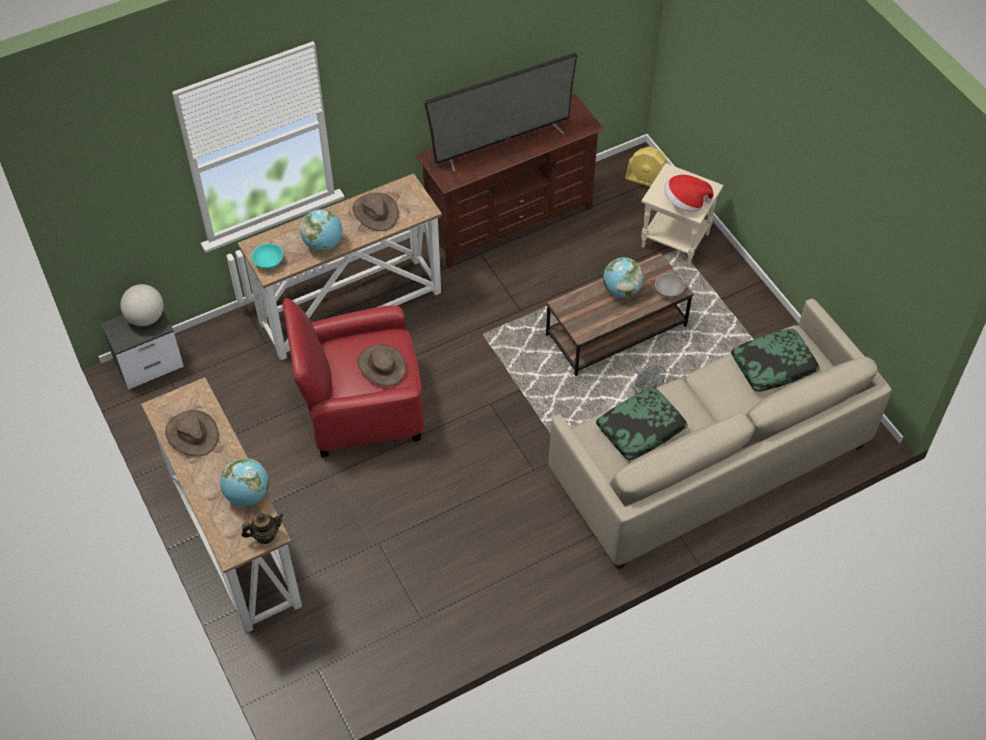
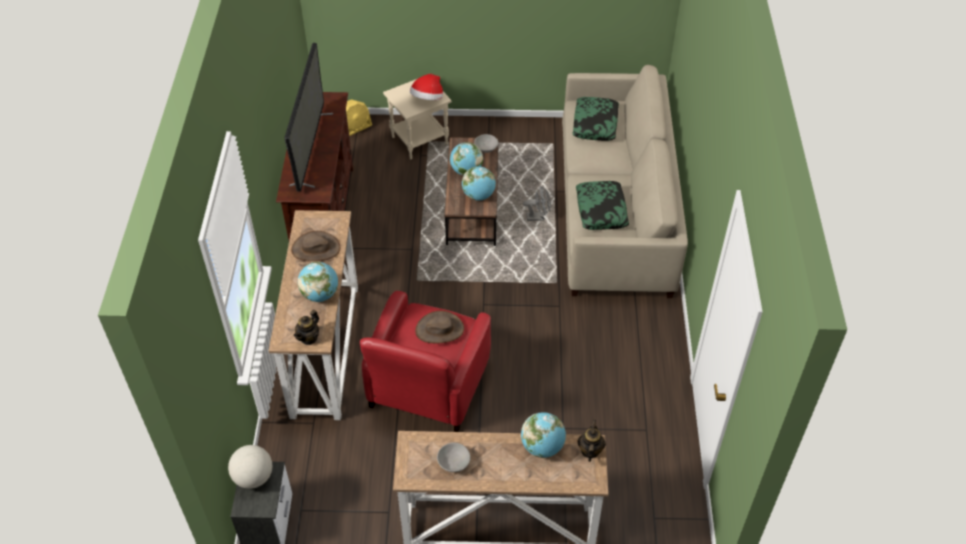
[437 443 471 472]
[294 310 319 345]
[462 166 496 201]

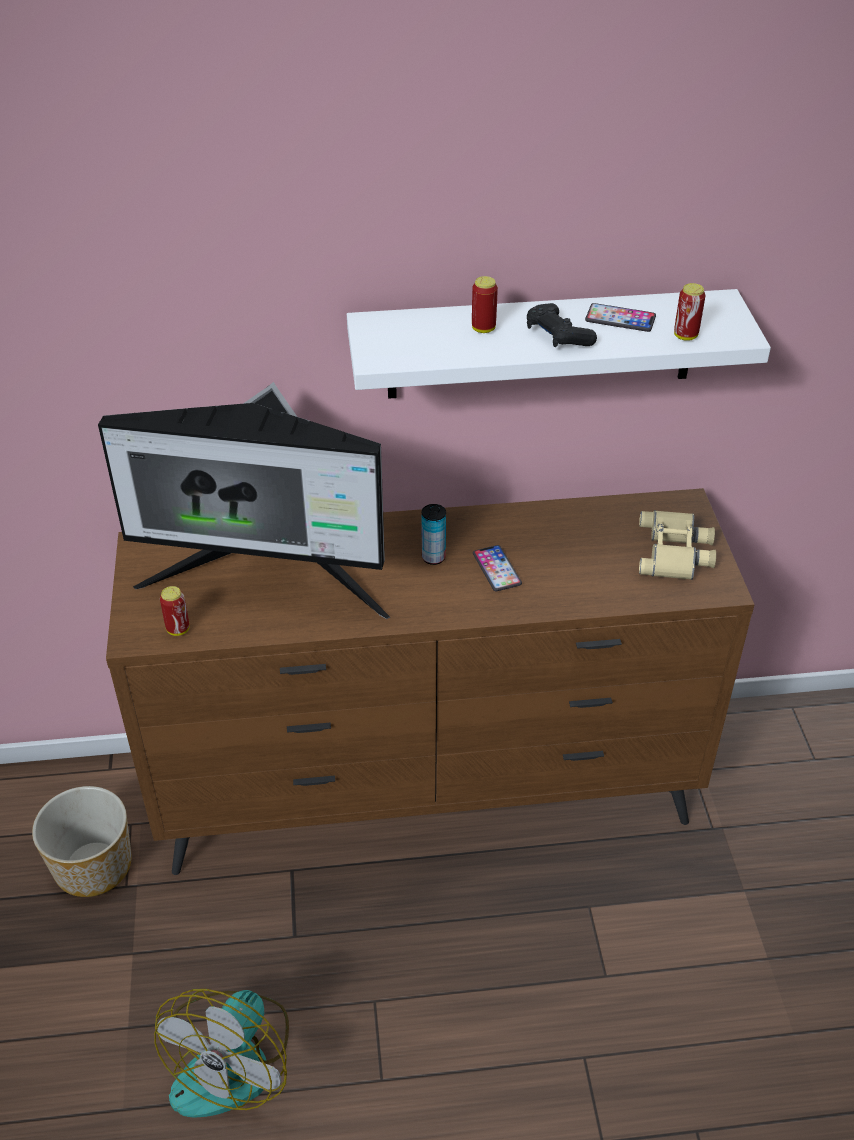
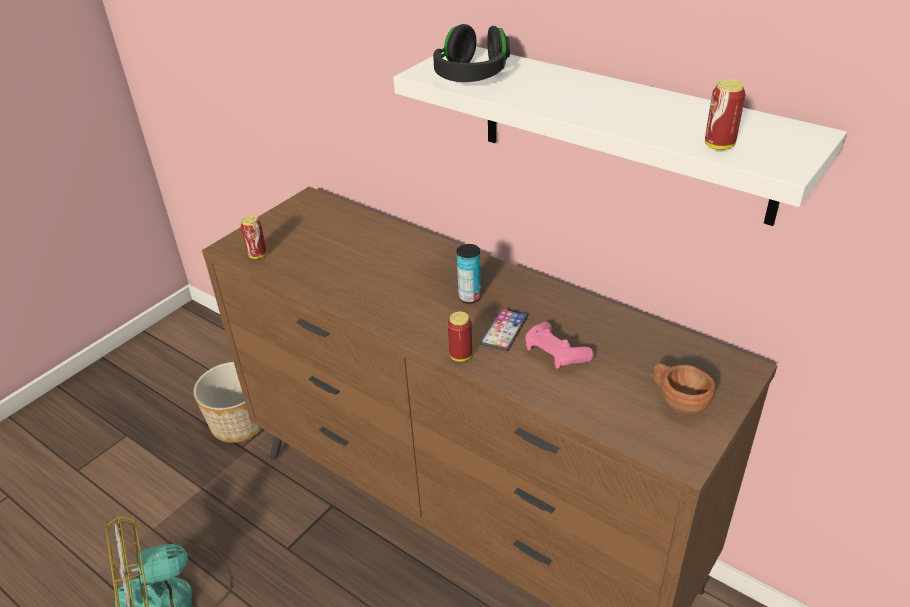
[98 382 390 619] (first image)
[448 312 472 362]
[527 303 597 347] (first image)
[585 303 656 332] (first image)
[653 363 716 415]
[433 24 510 82]
[525 322 594 369]

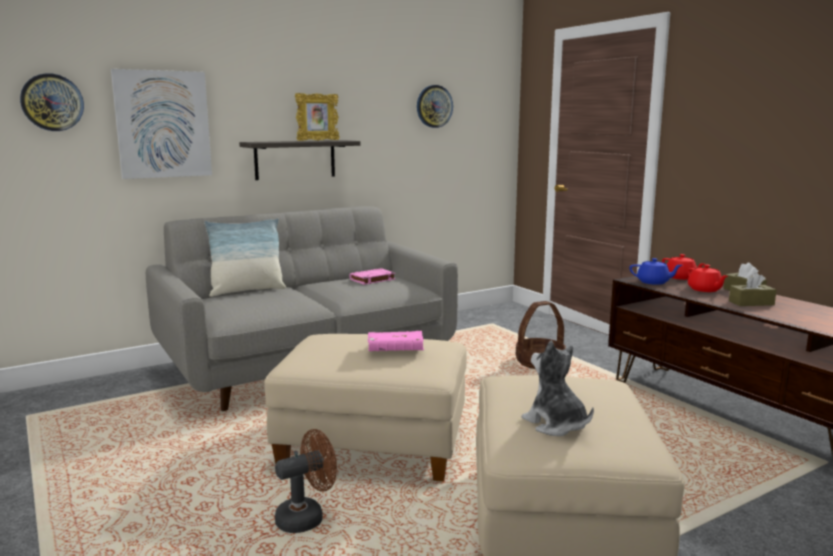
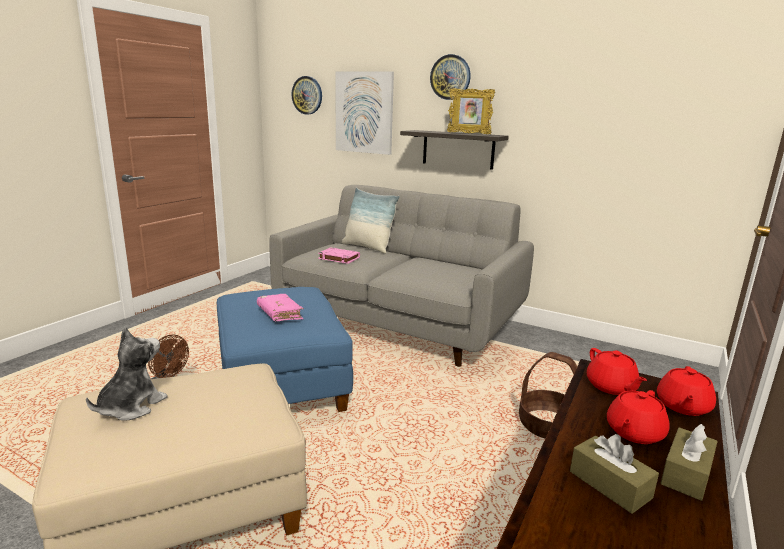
[217 287 353 412]
[318 247 360 264]
[430 54 471 100]
[587 348 647 395]

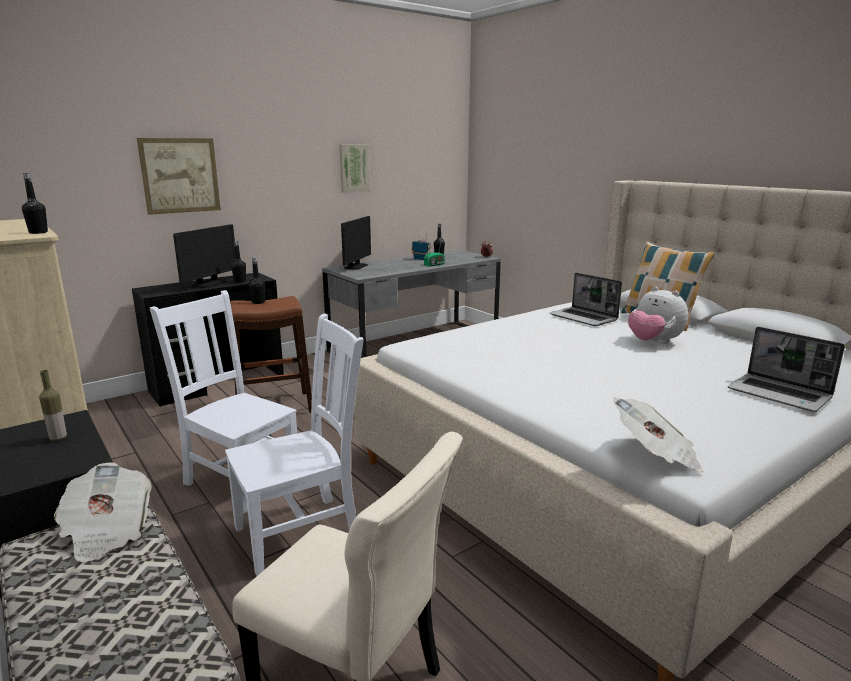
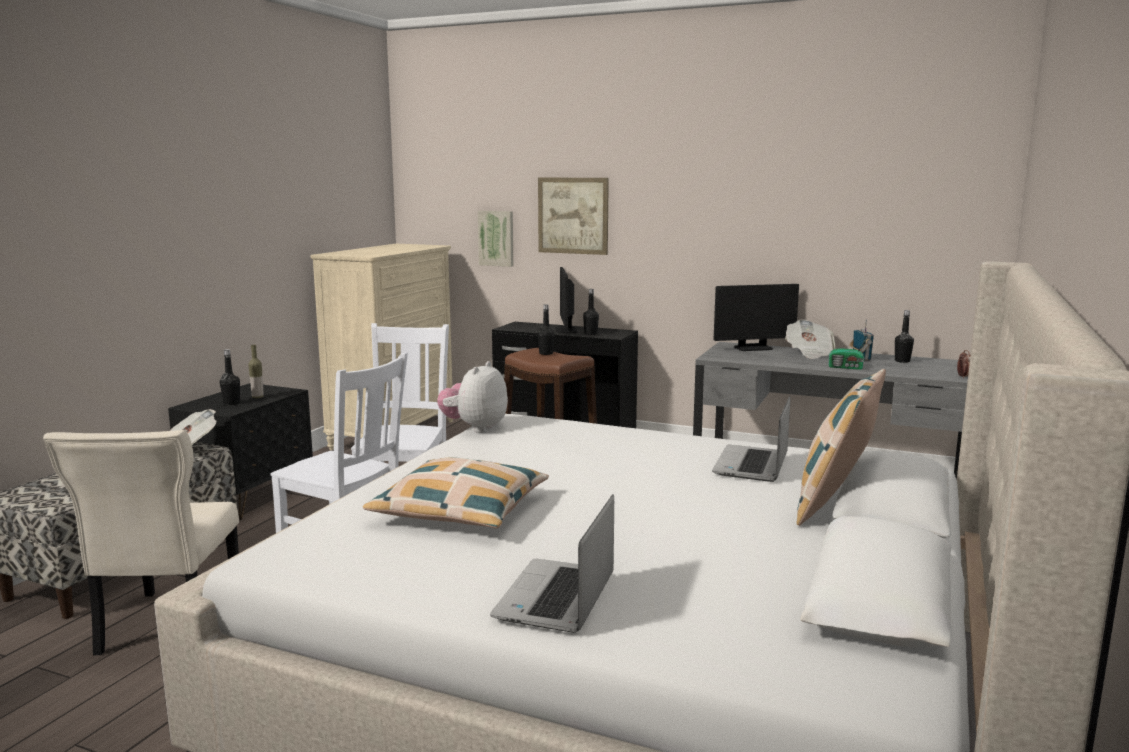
[220 349 240 405]
[555 267 578 333]
[478 211 513 267]
[785 319 836 359]
[437 361 508 433]
[363 457 549 528]

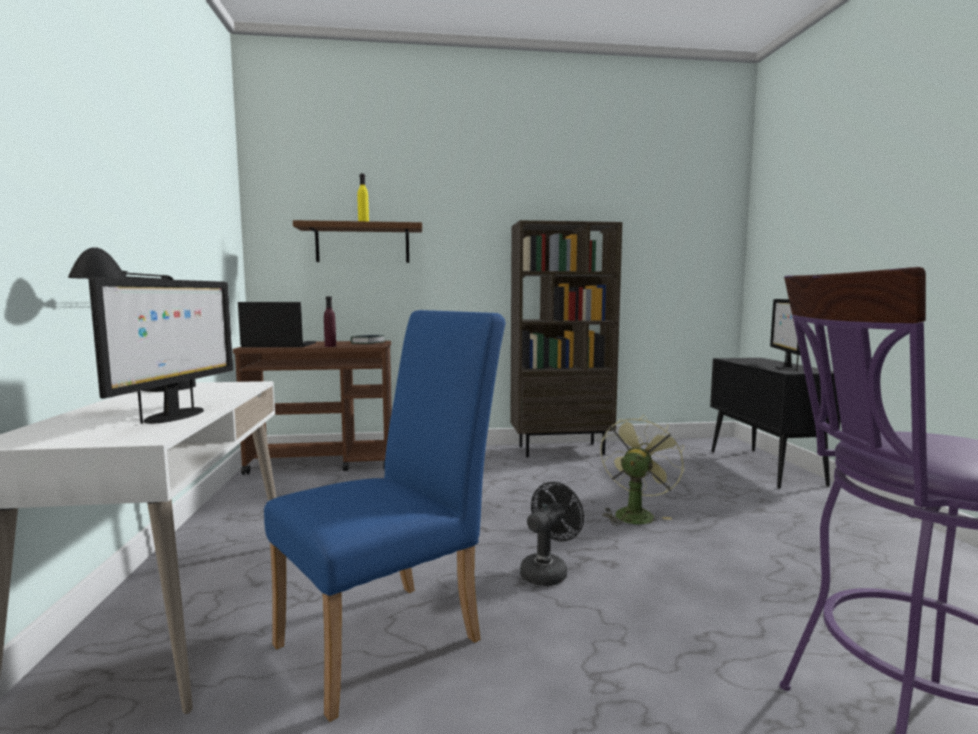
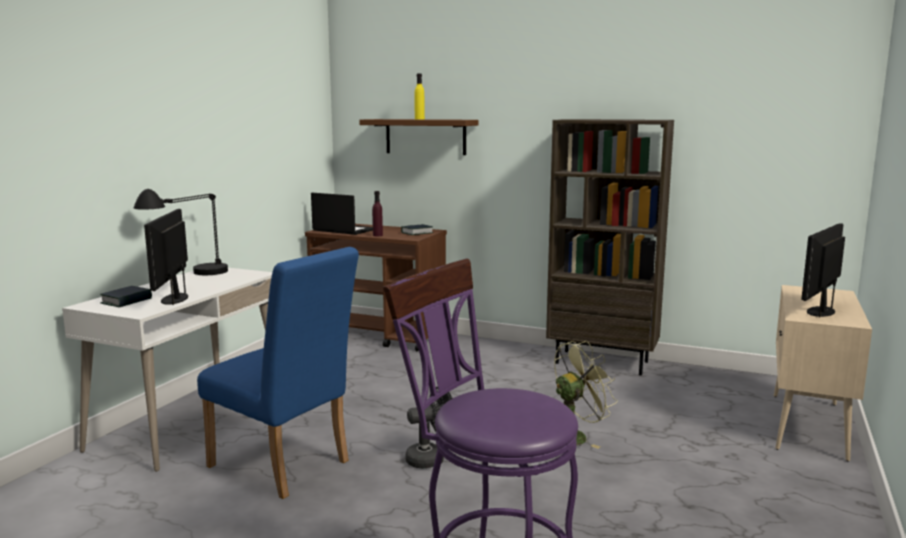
[144 209 188 305]
[197 247 359 499]
[774 285 872 462]
[100 286 152 307]

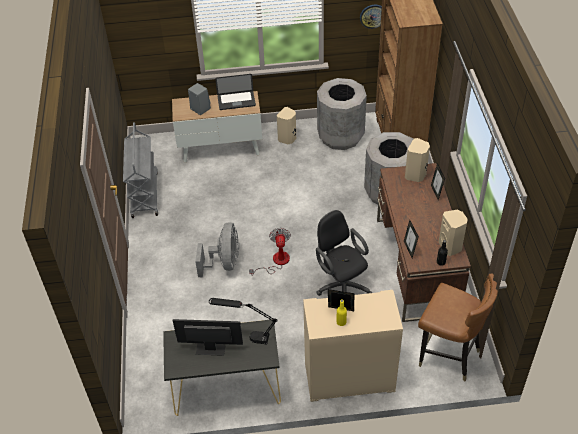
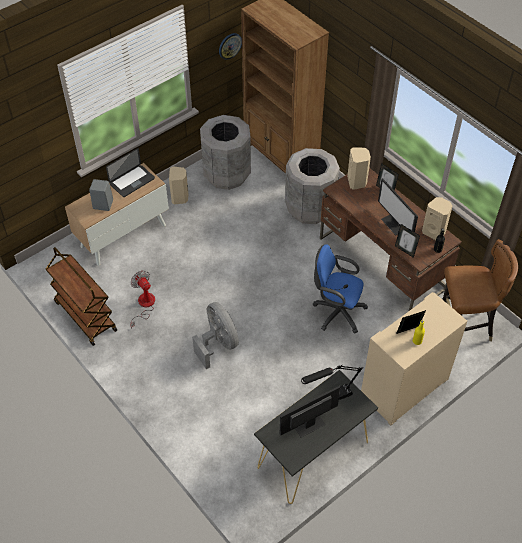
[46 247 117 346]
[130 271 155 329]
[312 244 368 334]
[378 178 418 235]

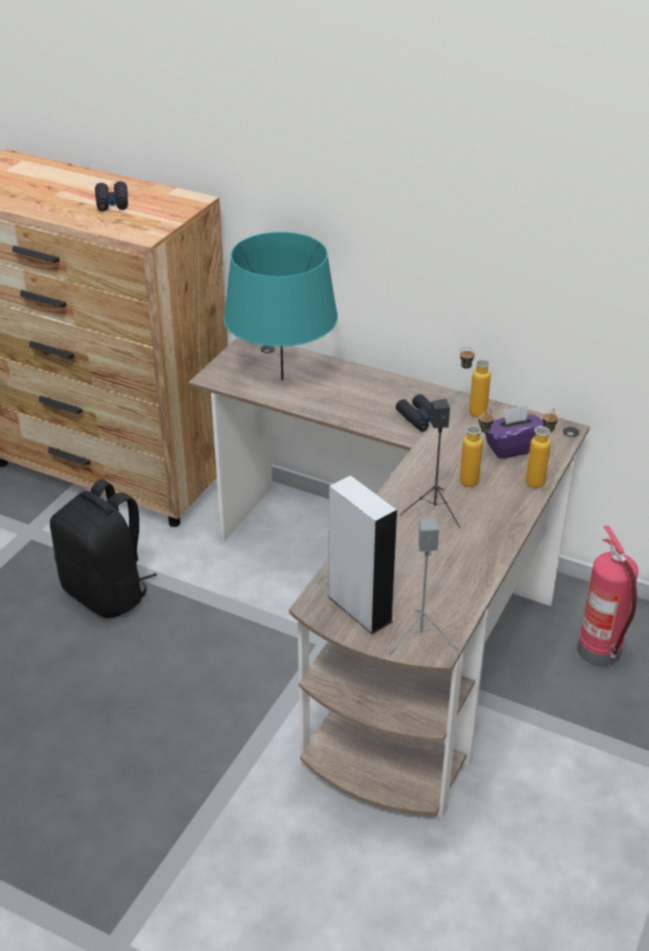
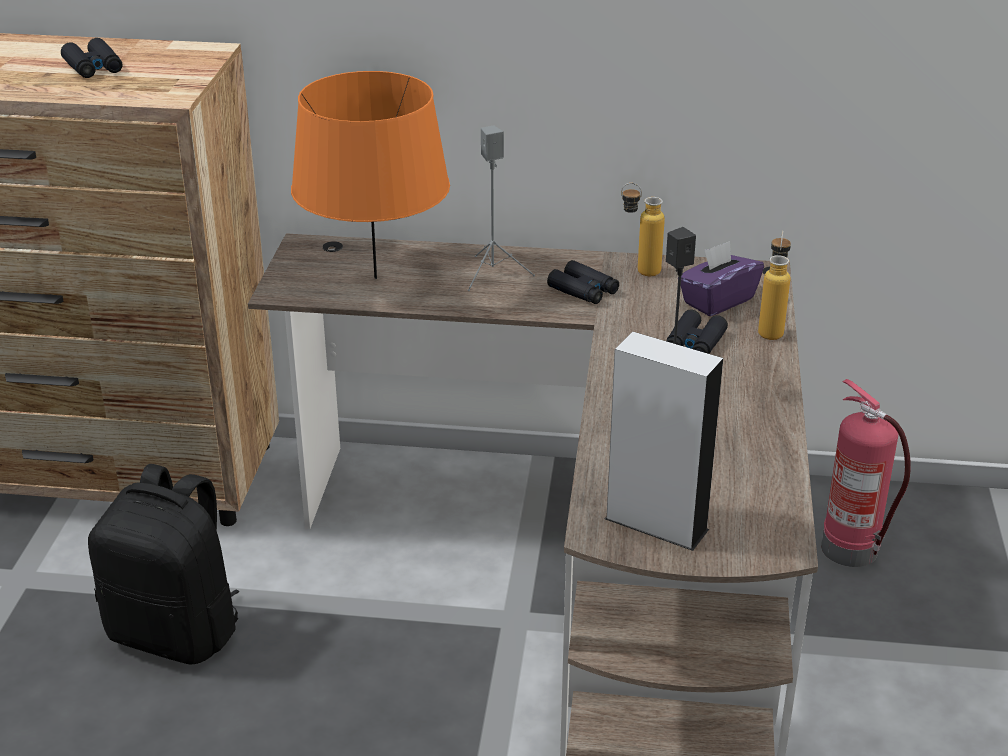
[291 71 450 279]
[468 126 535 291]
[666 309 728 354]

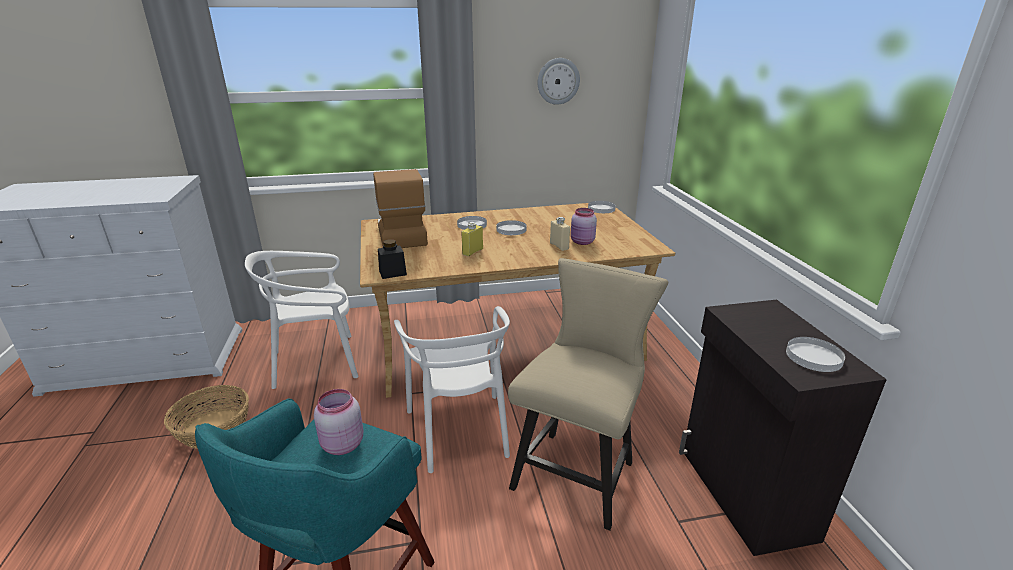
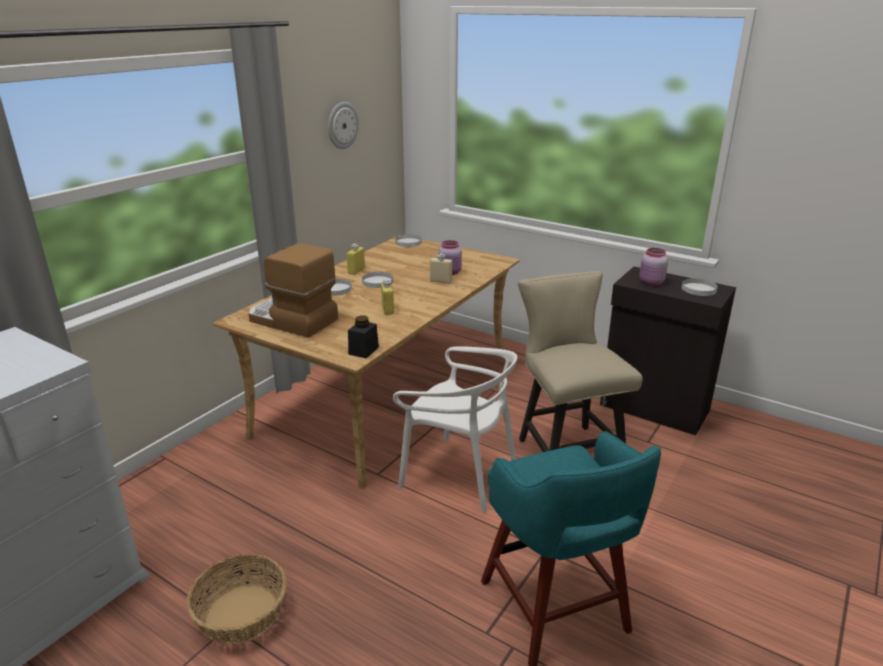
[245 251 359 389] (first image)
[639 248 668 286]
[347 244 365 275]

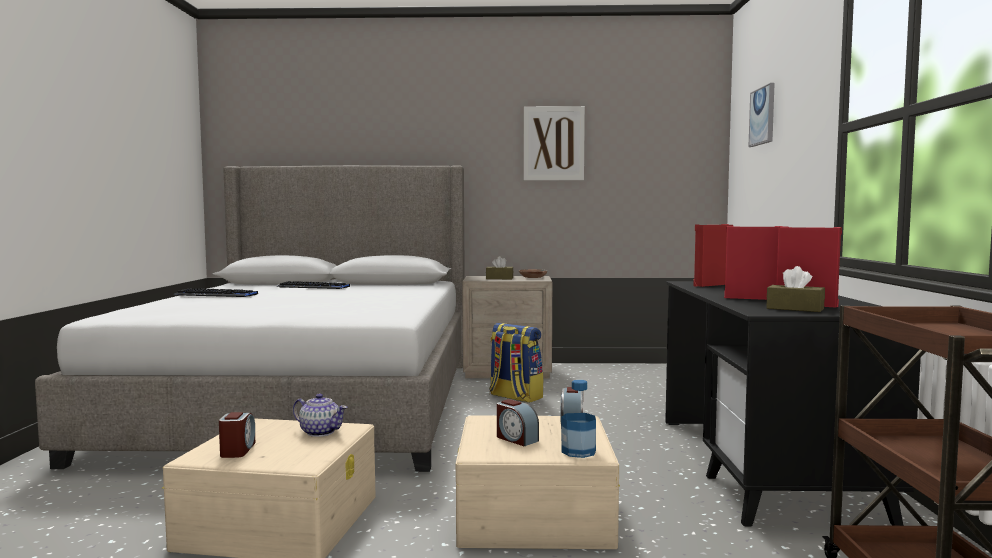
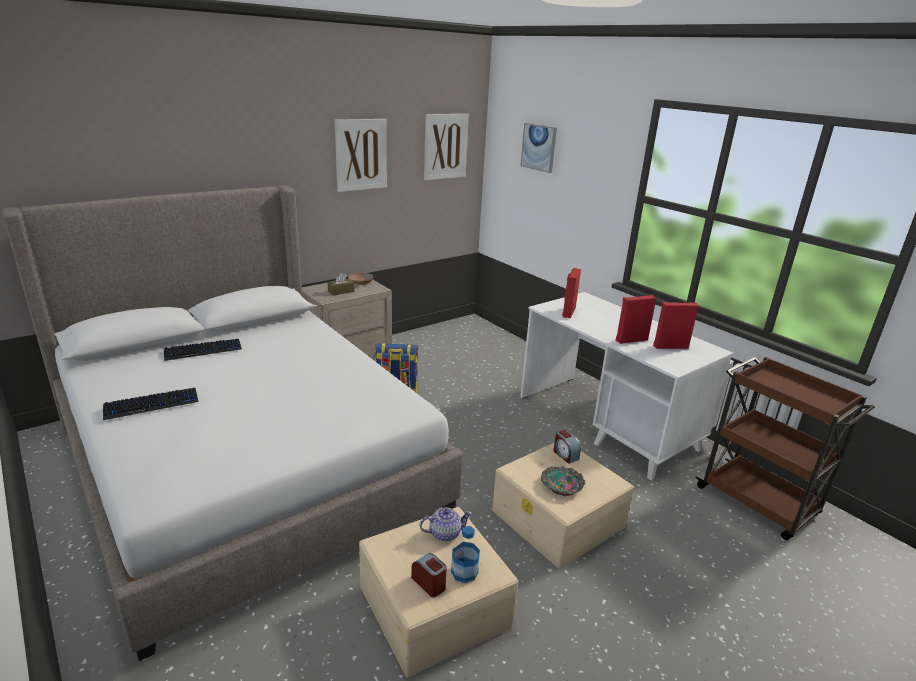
[541 466 585 496]
[451 526 480 583]
[520 292 733 480]
[766 266 825 312] (first image)
[424 114 469 180]

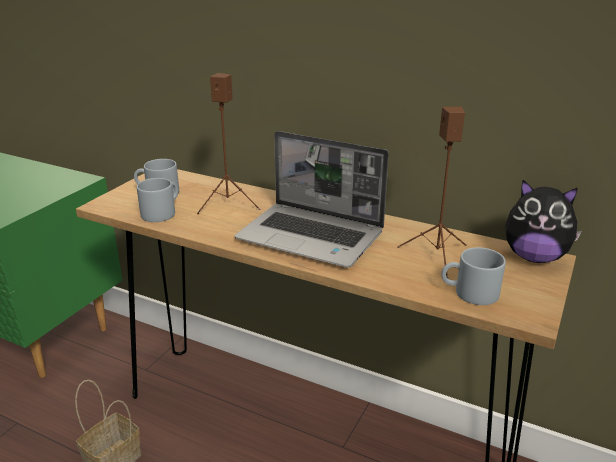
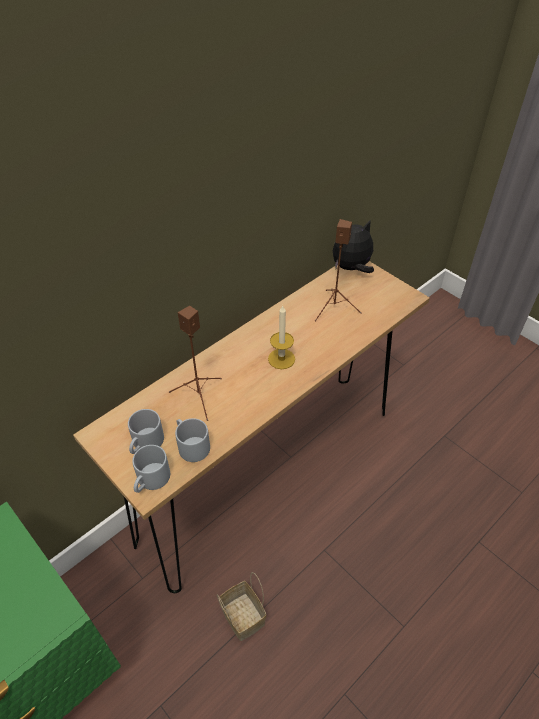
[268 306 295 369]
[132 445 170 493]
[333 220 374 273]

